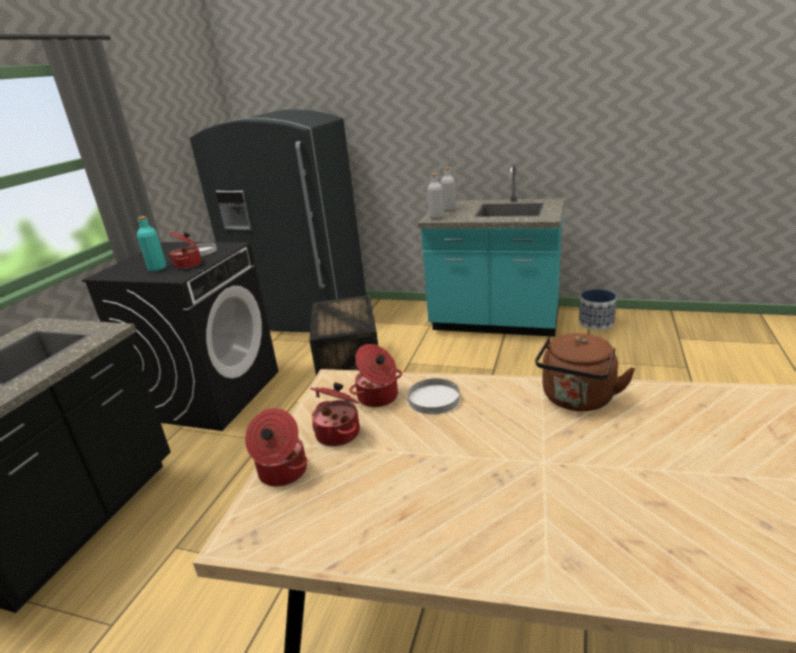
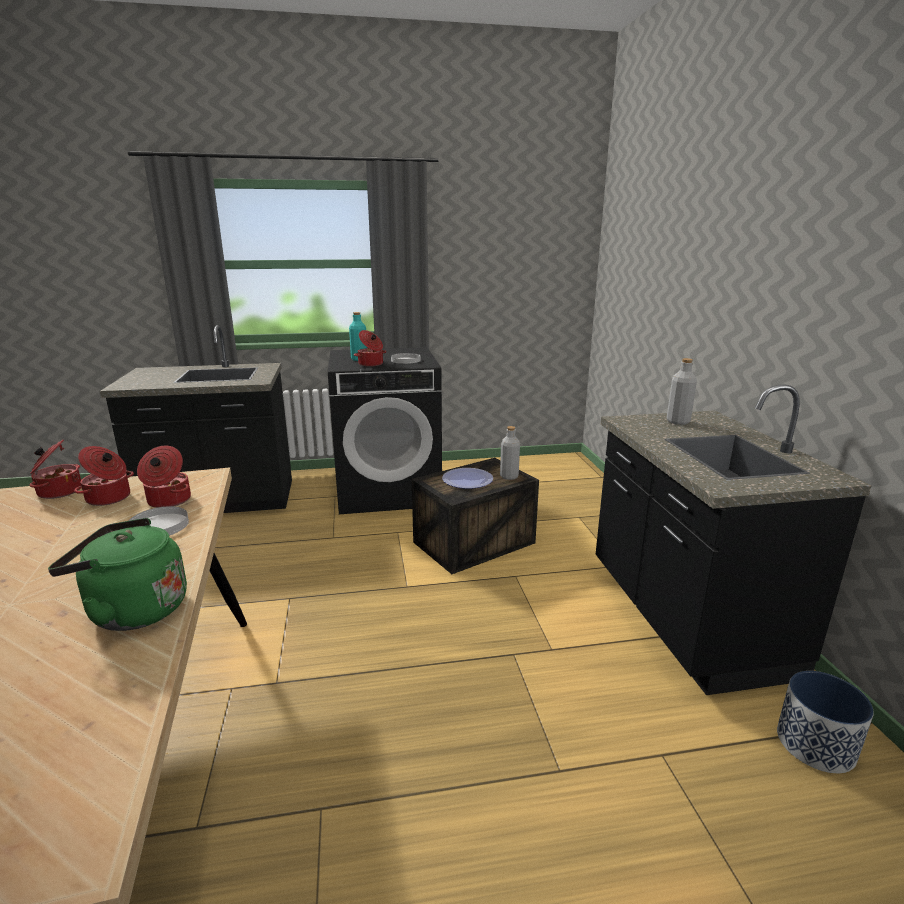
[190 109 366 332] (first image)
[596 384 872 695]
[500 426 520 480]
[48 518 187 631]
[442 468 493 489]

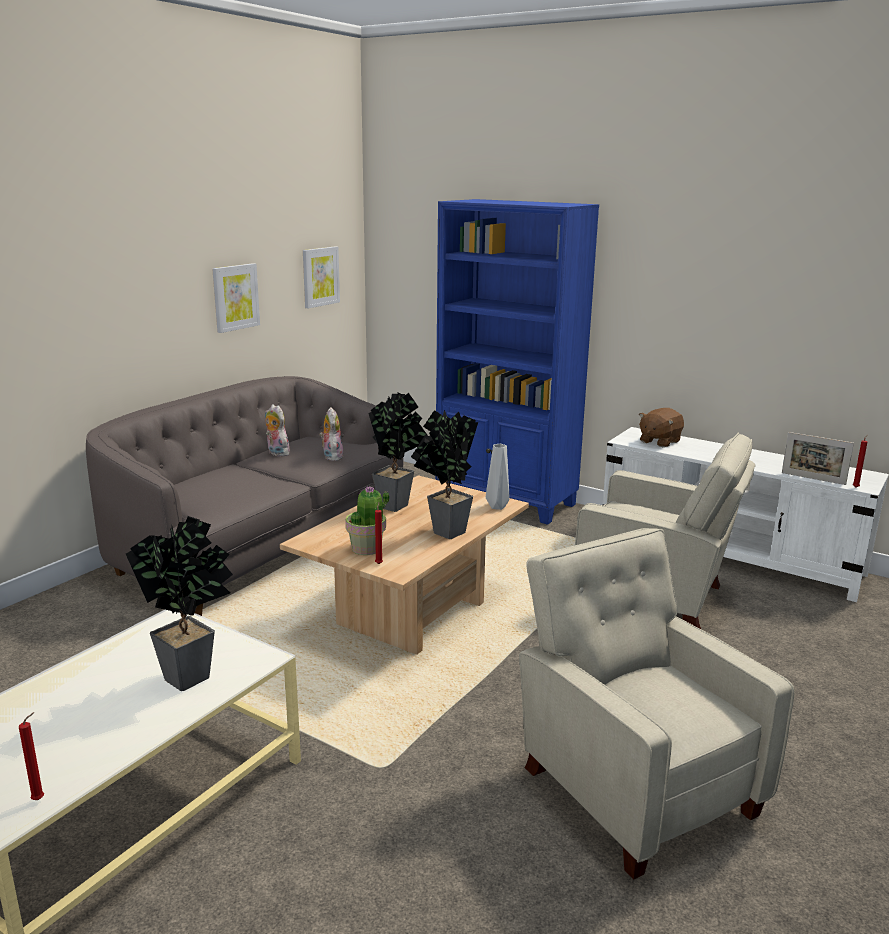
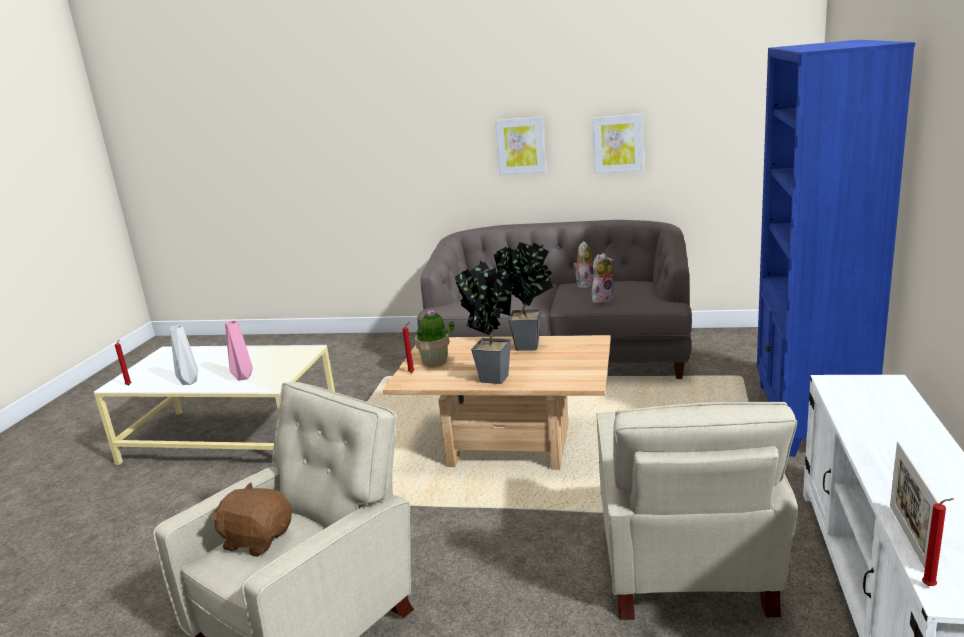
[225 321 253 380]
[495 117 546 175]
[170 325 198 385]
[211 482 292 557]

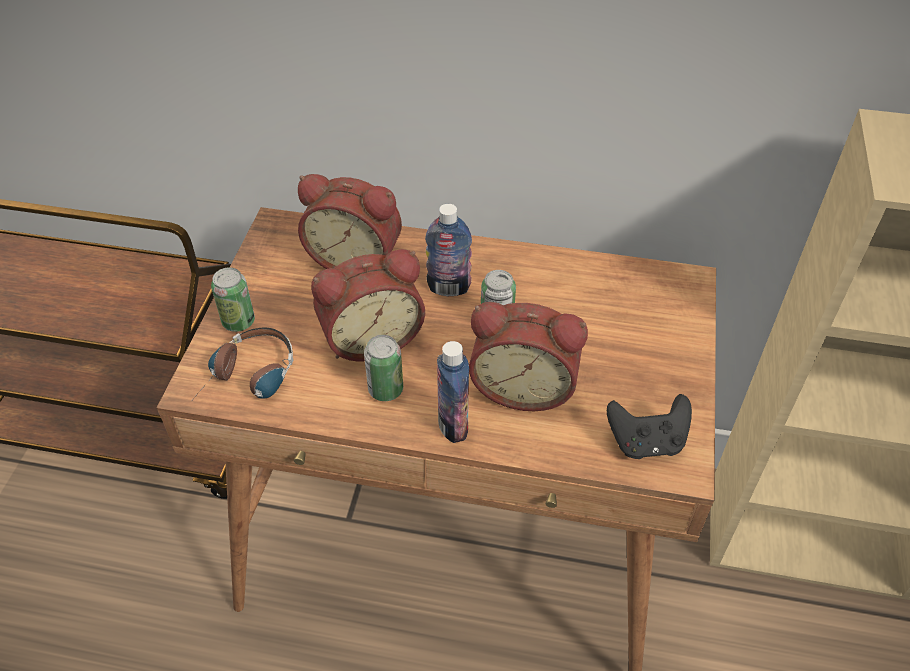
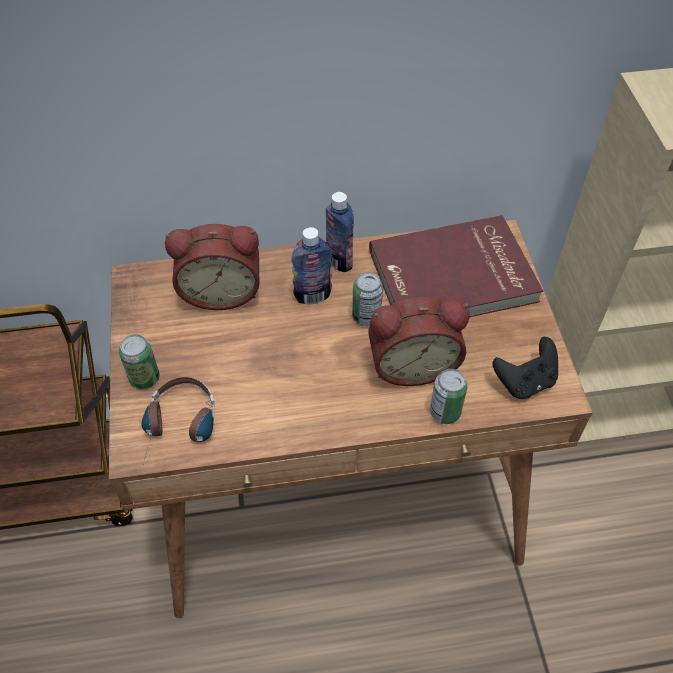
[311 249 425 362] (first image)
[430 369 468 424]
[326 192 354 272]
[369 215 543 317]

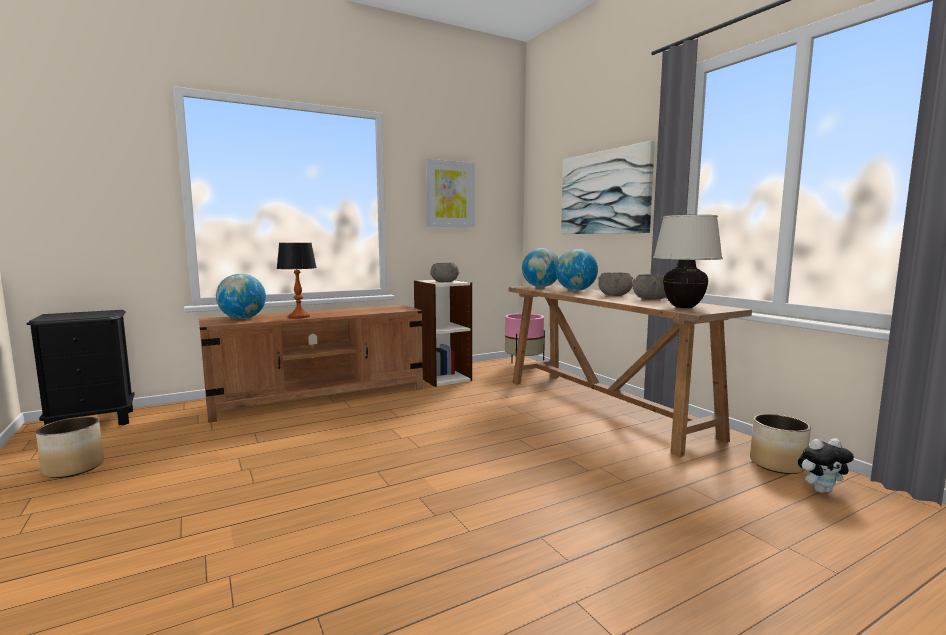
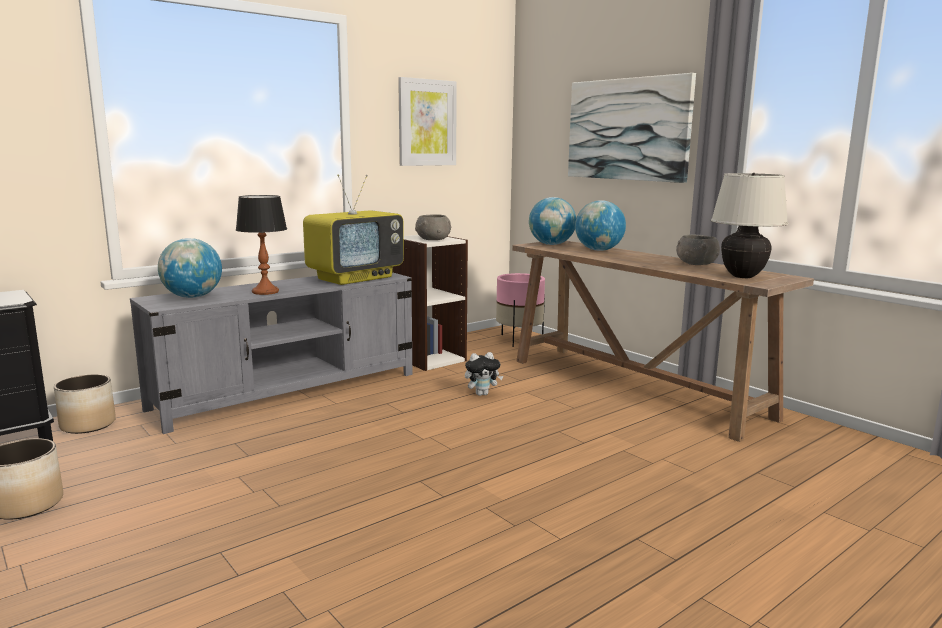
[130 272 412 434]
[598 272 633 296] (first image)
[54 374 116 434]
[465 352 503 396]
[303 174 404 285]

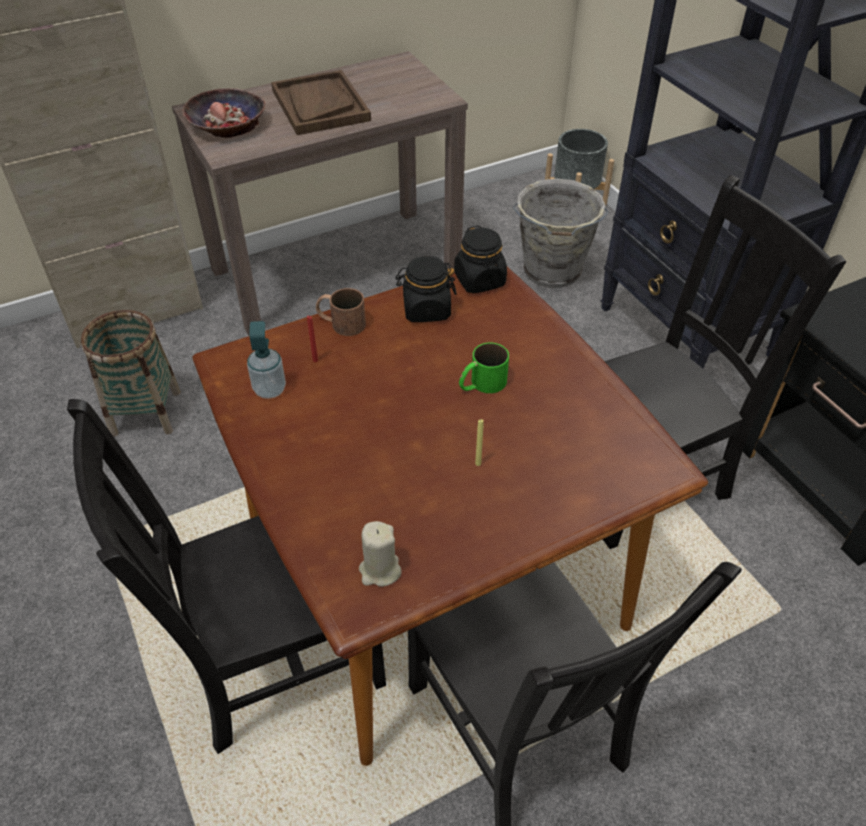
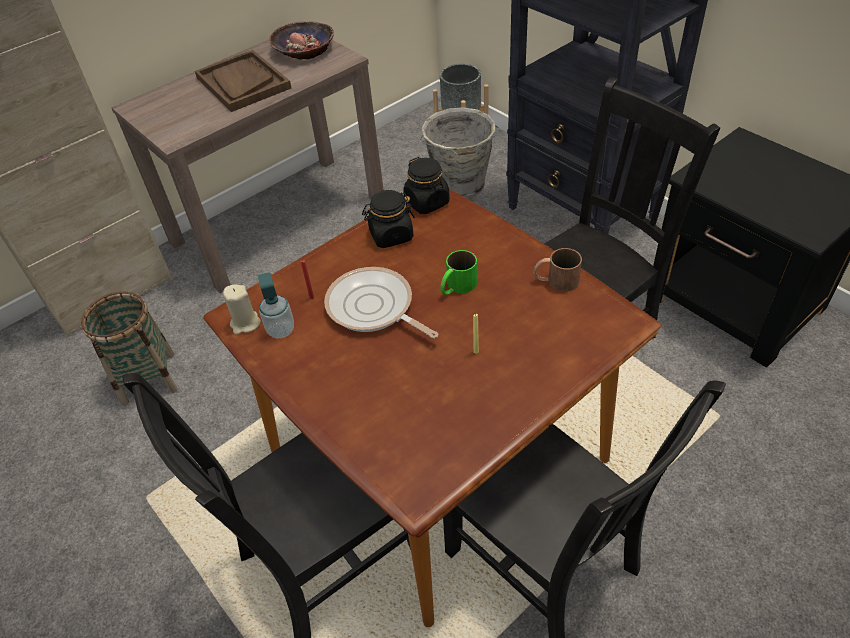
[269 21 334 60]
[533 248 582 292]
[223 285 261 335]
[324 267 438 339]

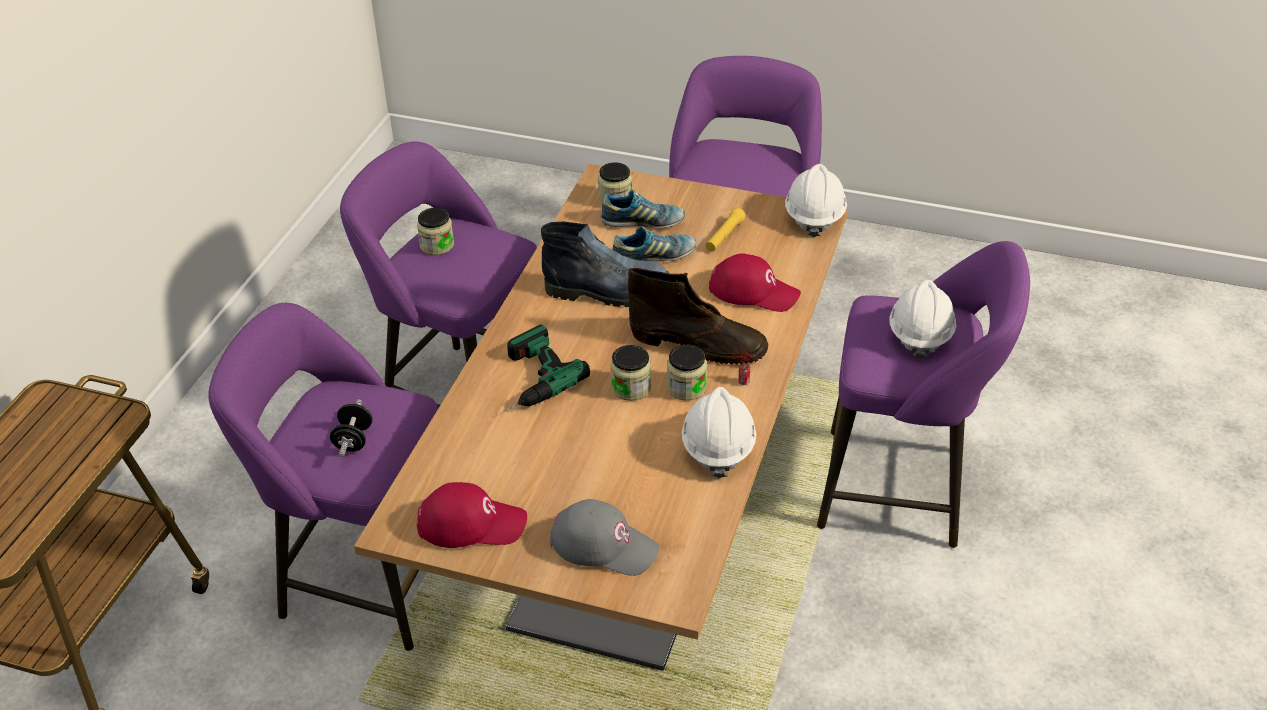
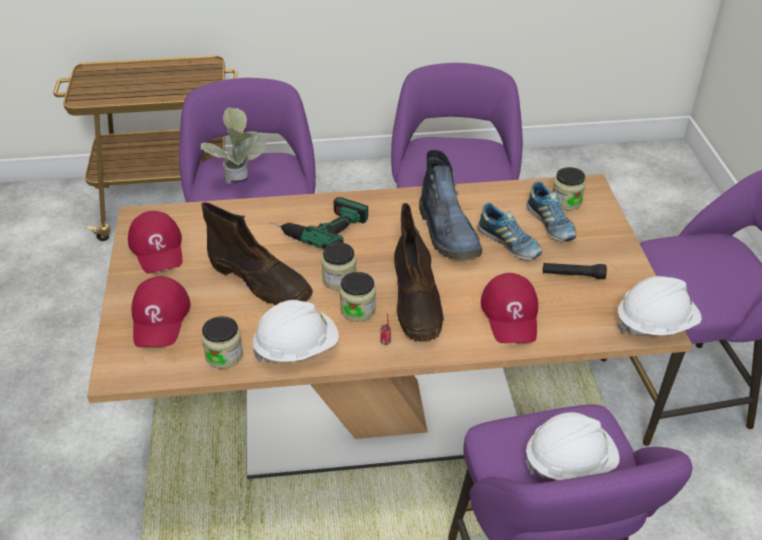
[201 107 266 184]
[202 316 243 369]
[131 276 190 347]
[543 263 607 279]
[201 202 313 305]

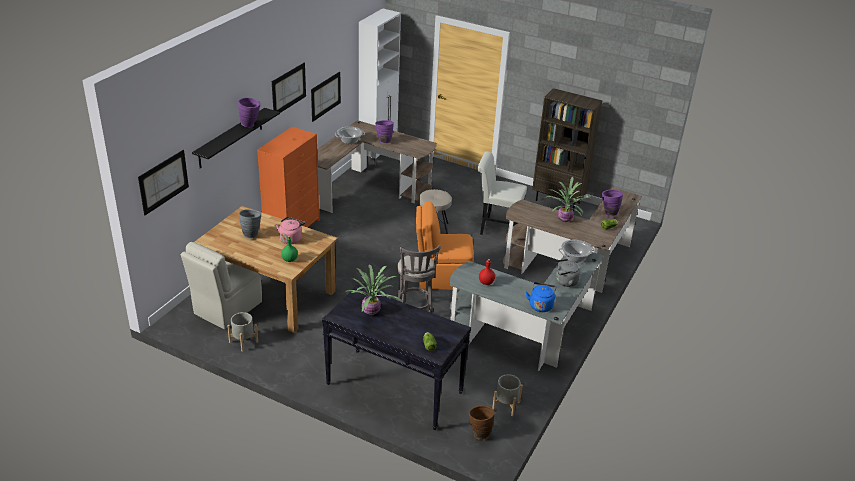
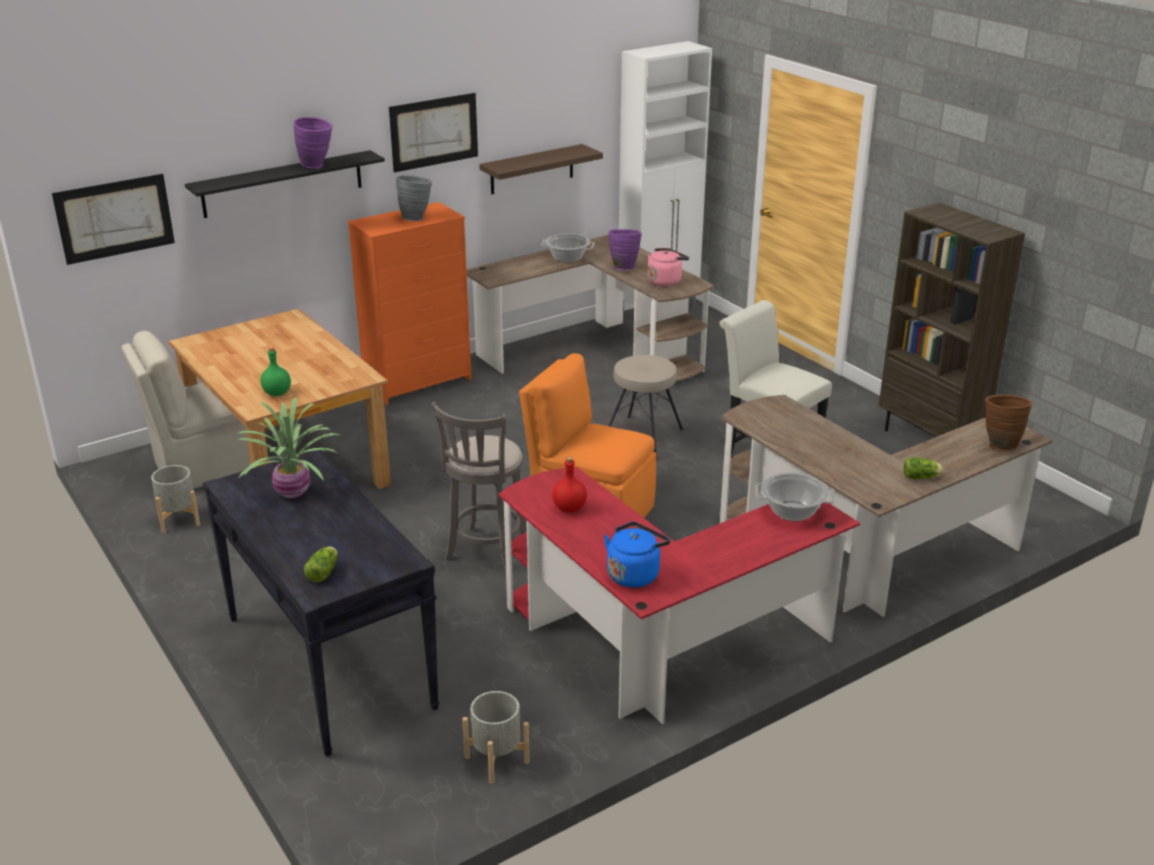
[396 175 432 221]
[647 248 689 287]
[479 144 603 194]
[499 467 860 724]
[985 395 1032 451]
[546 177 591 222] (first image)
[555 259 581 287] (first image)
[602 189 623 216] (first image)

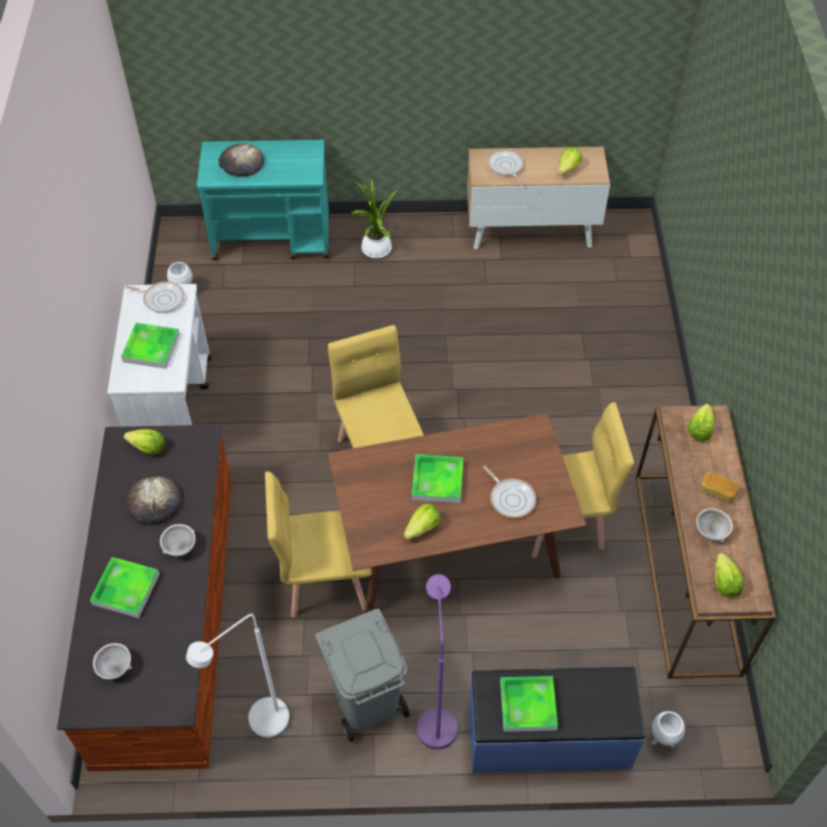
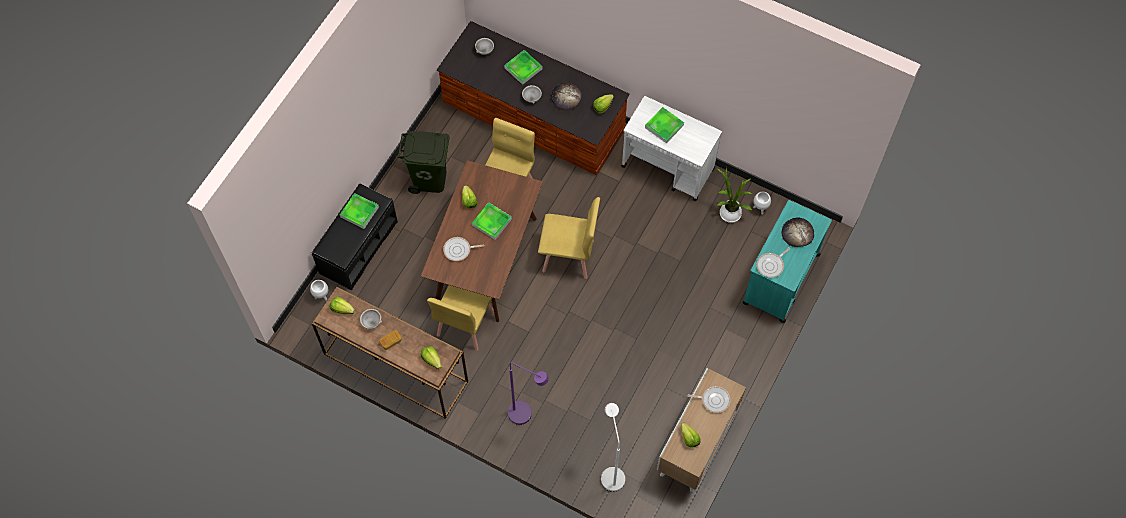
[757 247 790 278]
[601 403 625 492]
[398 131 450 194]
[717 166 752 223]
[508 362 549 425]
[312 184 398 290]

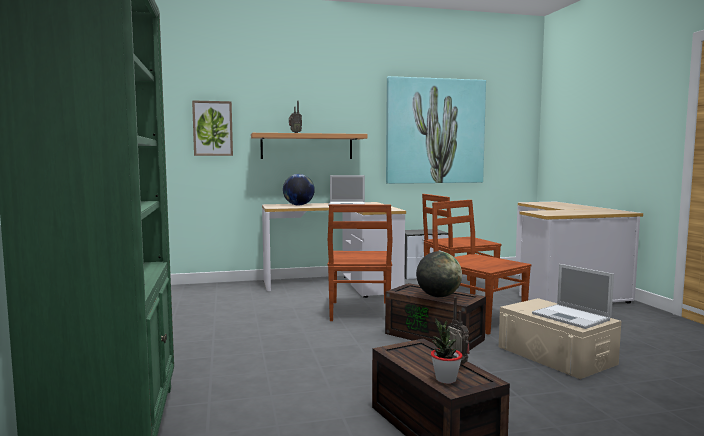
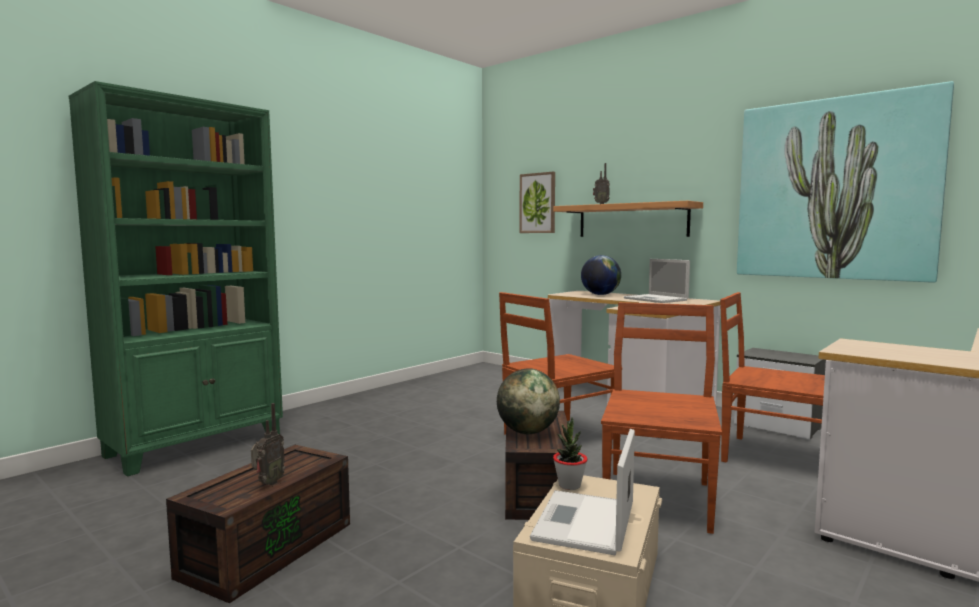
[553 417 587 490]

